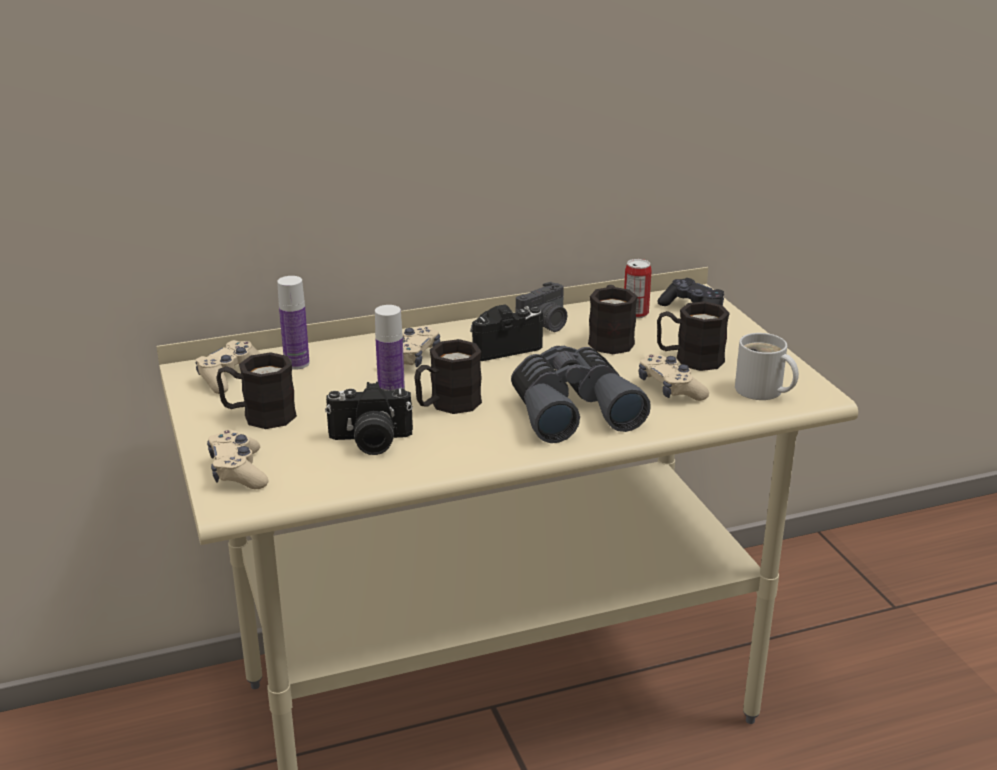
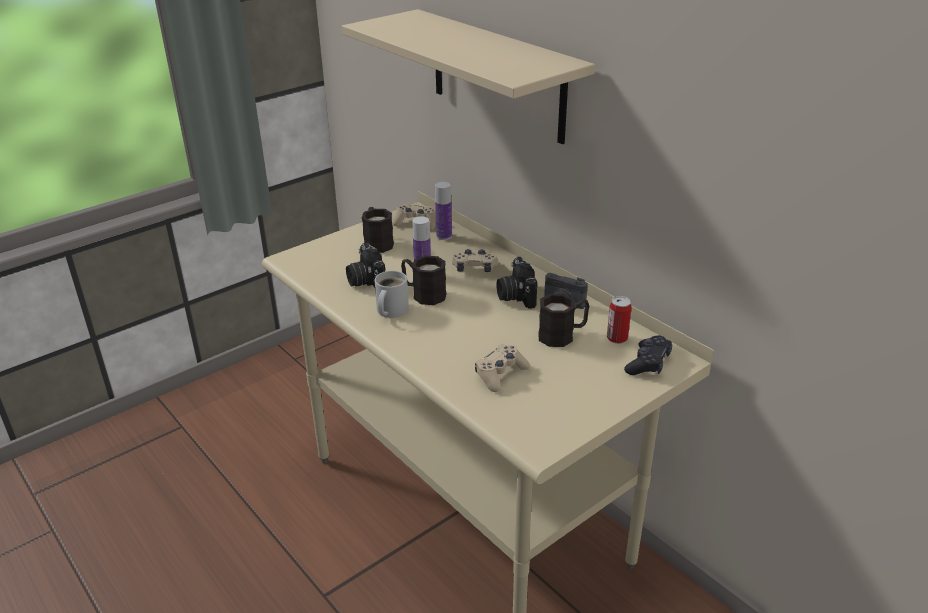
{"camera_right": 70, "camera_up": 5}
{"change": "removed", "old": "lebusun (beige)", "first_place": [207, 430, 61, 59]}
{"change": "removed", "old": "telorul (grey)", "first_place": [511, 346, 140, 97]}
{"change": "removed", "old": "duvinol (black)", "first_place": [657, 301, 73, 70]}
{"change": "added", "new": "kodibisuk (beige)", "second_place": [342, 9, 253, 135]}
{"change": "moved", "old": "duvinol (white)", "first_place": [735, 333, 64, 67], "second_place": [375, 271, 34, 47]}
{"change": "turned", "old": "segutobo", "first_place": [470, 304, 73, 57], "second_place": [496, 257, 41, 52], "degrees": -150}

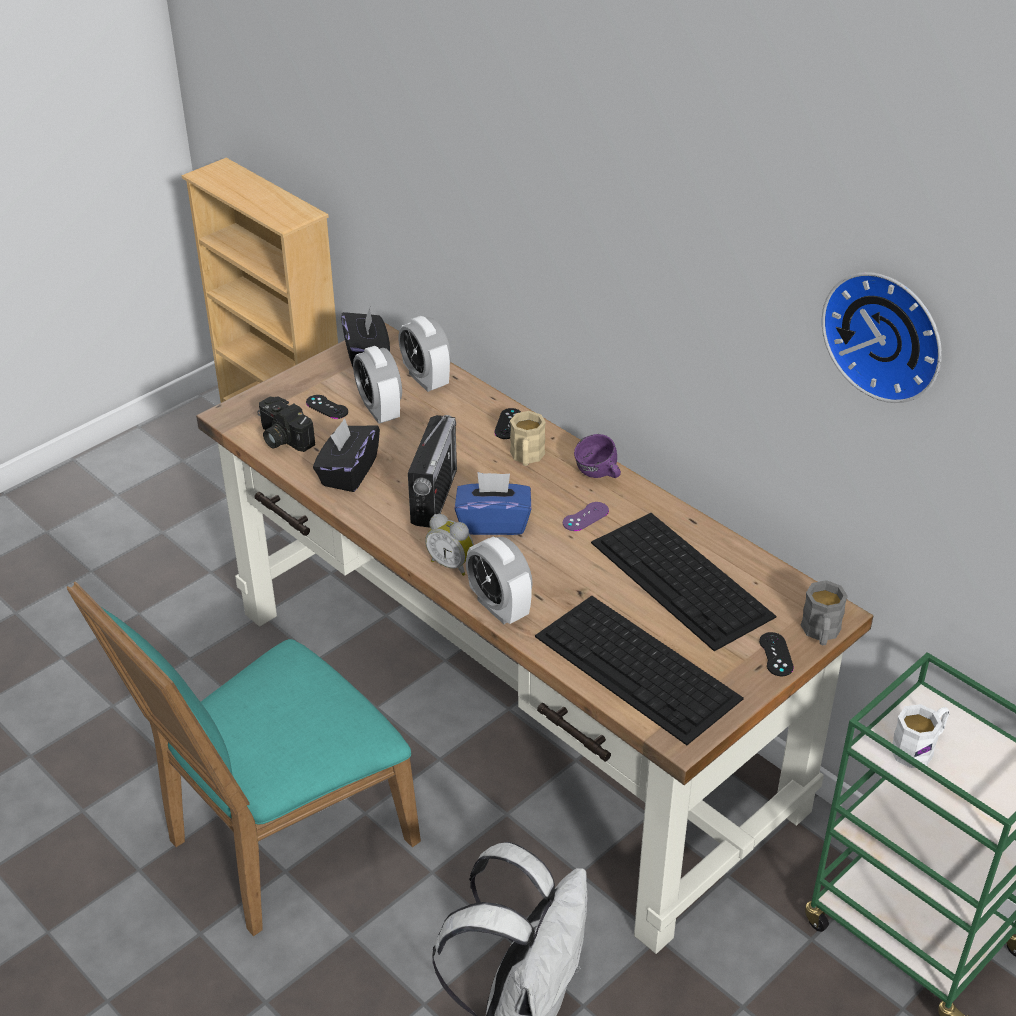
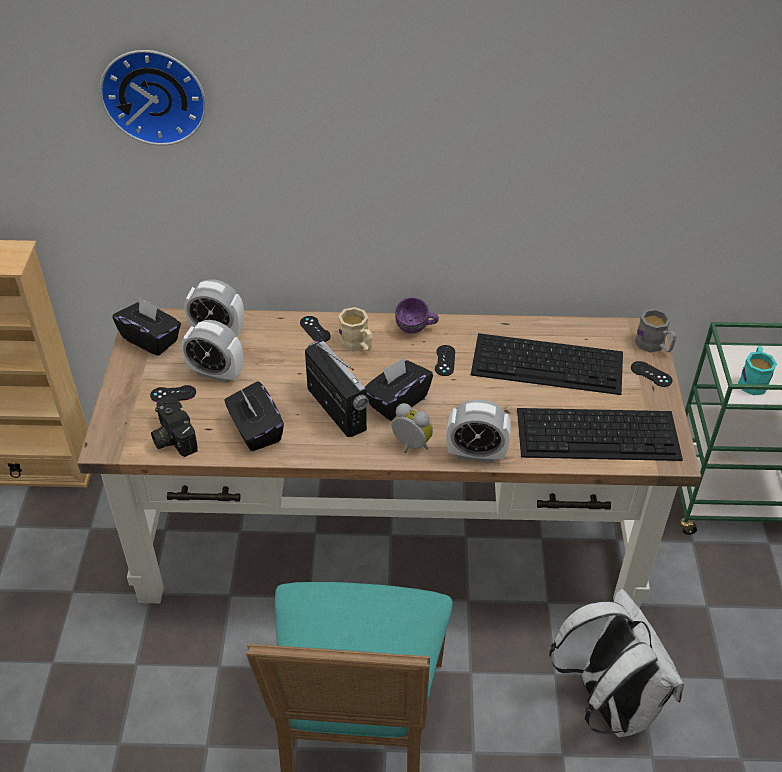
{"camera_right": -45, "camera_up": 5}
{"change": "moved", "old": "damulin", "first_place": [822, 272, 120, 131], "second_place": [100, 50, 106, 96]}
{"change": "recoloured", "old": "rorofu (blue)", "new": "rorofu (black)", "first_place": [455, 472, 76, 63], "second_place": [365, 357, 68, 64]}
{"change": "recoloured", "old": "lebusun (purple)", "new": "lebusun (black)", "first_place": [563, 502, 46, 29], "second_place": [435, 345, 20, 31]}
{"change": "recoloured", "old": "duvinol (white)", "new": "duvinol (turquoise)", "first_place": [892, 704, 57, 64], "second_place": [738, 346, 39, 49]}
{"change": "turned", "old": "segutobo", "first_place": [257, 396, 58, 56], "second_place": [151, 396, 47, 61], "degrees": 60}
{"change": "turned", "old": "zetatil", "first_place": [425, 514, 49, 62], "second_place": [392, 403, 41, 50], "degrees": -135}

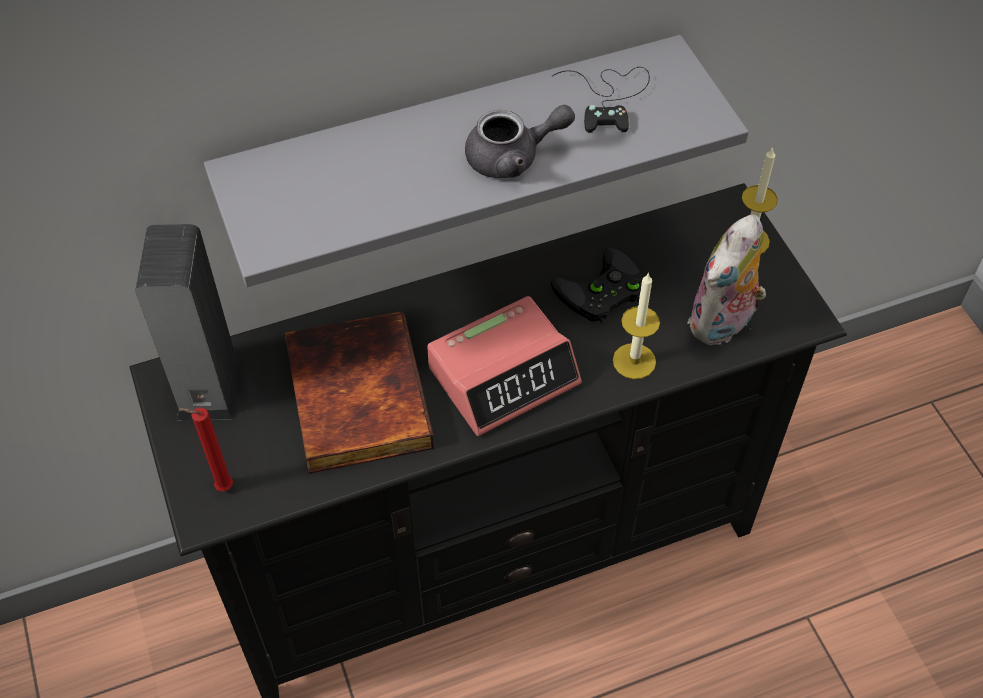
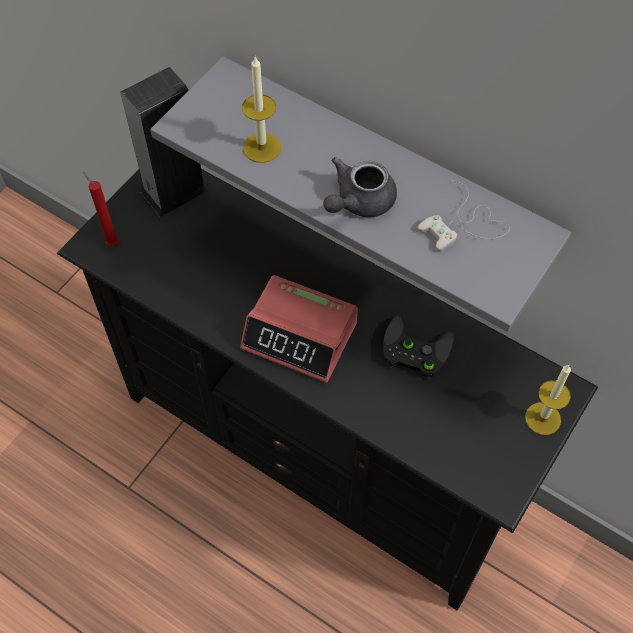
{"camera_right": 55, "camera_up": 5}
{"change": "removed", "old": "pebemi", "first_place": [285, 311, 149, 163]}
{"change": "removed", "old": "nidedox", "first_place": [688, 215, 78, 131]}
{"change": "moved", "old": "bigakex", "first_place": [613, 272, 47, 107], "second_place": [242, 56, 39, 107]}
{"change": "recoloured", "old": "lebusun (black)", "new": "lebusun (white)", "first_place": [551, 67, 99, 66], "second_place": [417, 180, 93, 71]}
{"change": "turned", "old": "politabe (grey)", "first_place": [465, 105, 110, 73], "second_place": [323, 157, 74, 60], "degrees": 90}

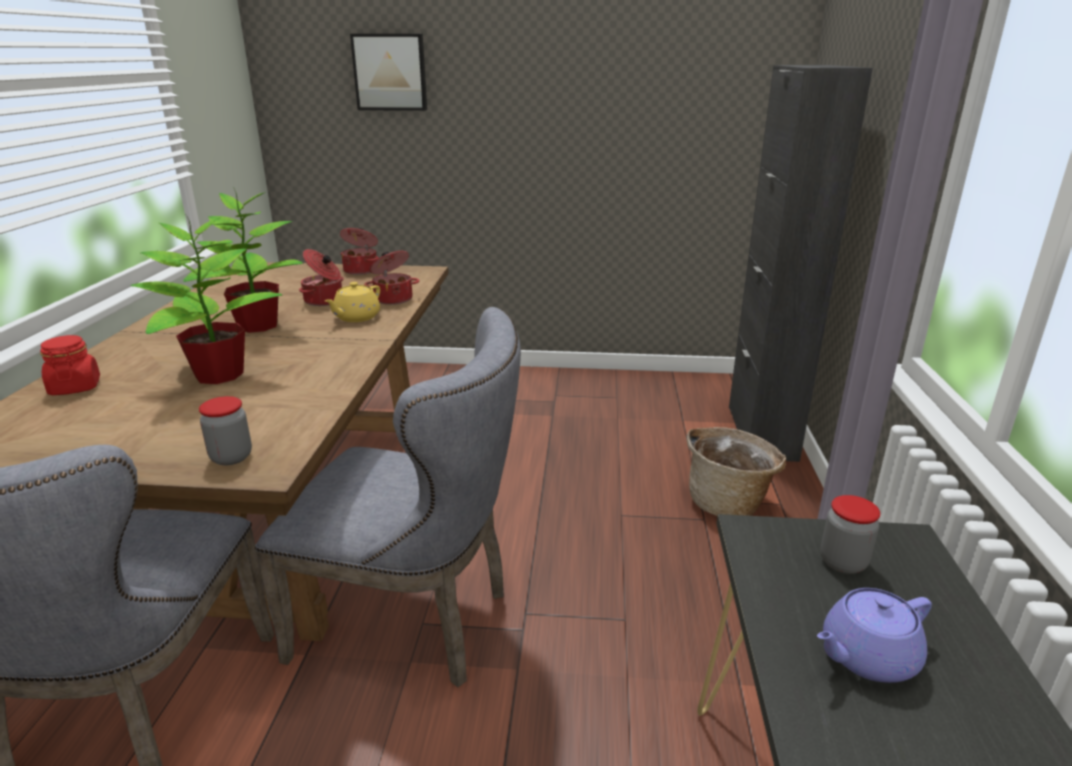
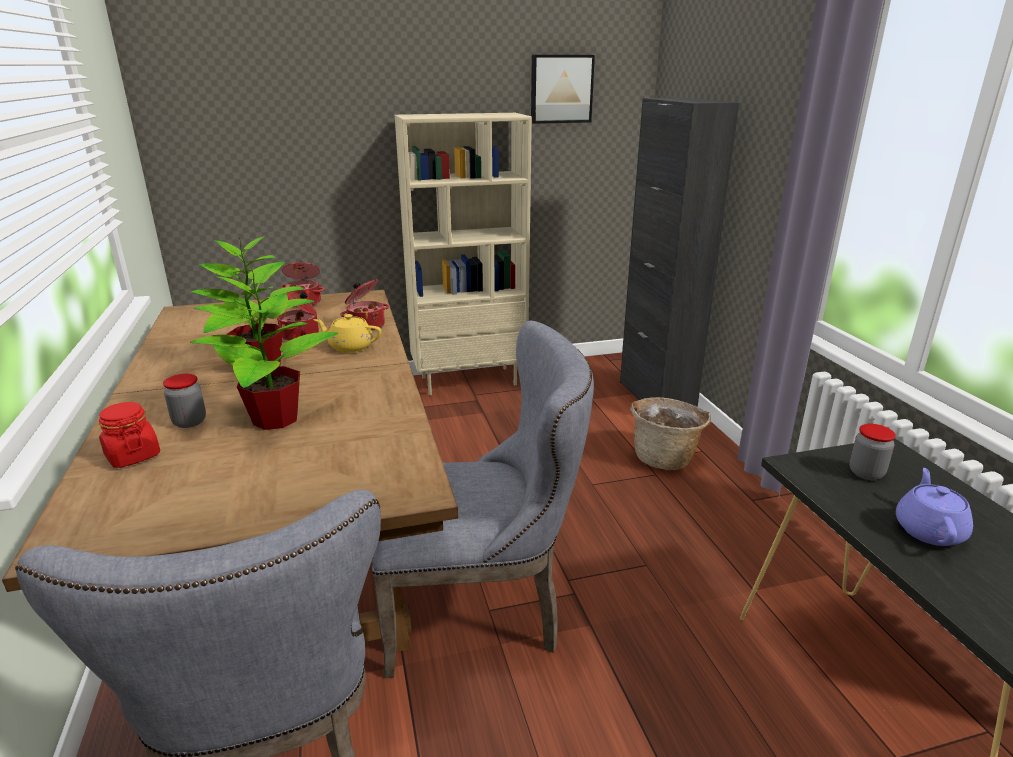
{"camera_right": -20, "camera_up": 0}
{"change": "added", "new": "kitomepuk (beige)", "second_place": [395, 113, 137, 282]}
{"change": "moved", "old": "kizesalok", "first_place": [199, 396, 53, 69], "second_place": [163, 374, 43, 54]}
{"change": "moved", "old": "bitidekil", "first_place": [350, 34, 77, 77], "second_place": [531, 55, 64, 69]}
{"change": "turned", "old": "politabe (yellow)", "first_place": [325, 282, 55, 40], "second_place": [313, 314, 69, 39], "degrees": 90}
{"change": "turned", "old": "politabe (purple)", "first_place": [817, 588, 115, 95], "second_place": [896, 468, 77, 78], "degrees": 150}

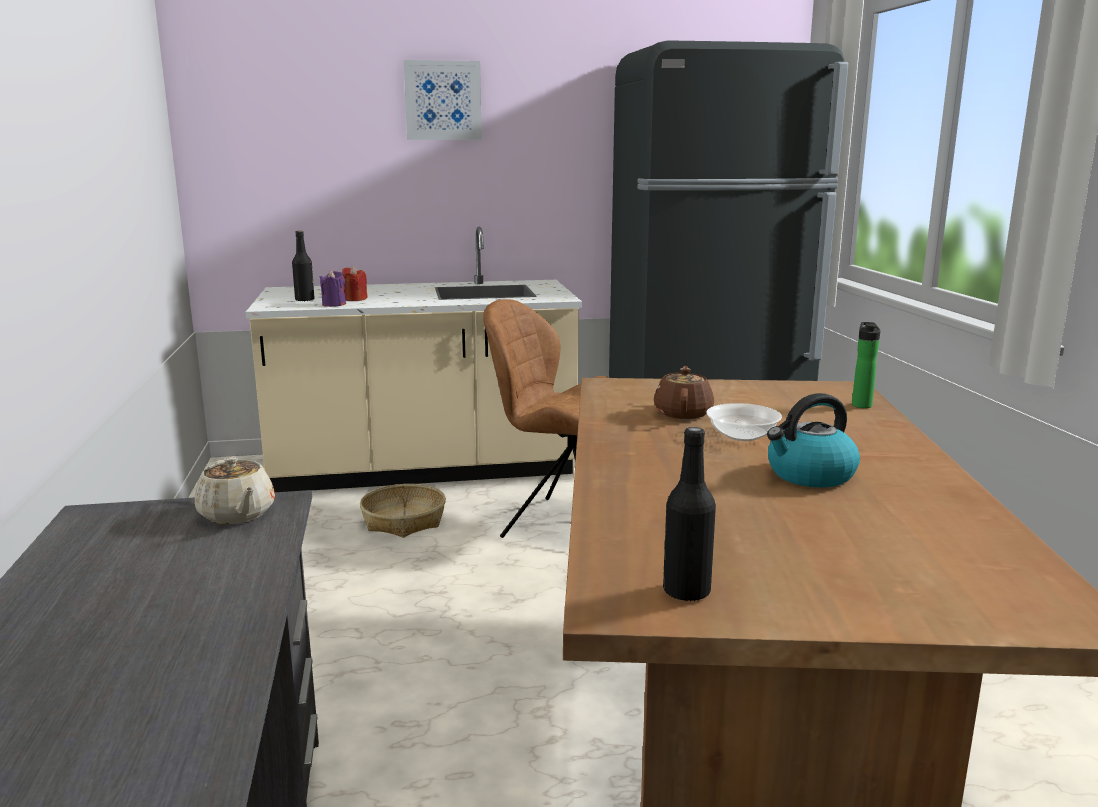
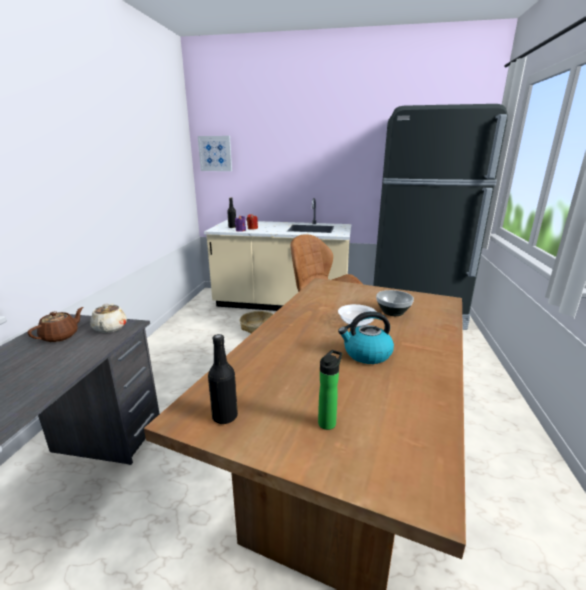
{"camera_right": 20, "camera_up": 5}
{"change": "added", "new": "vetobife", "second_place": [376, 290, 38, 26]}
{"change": "moved", "old": "bitidekil", "first_place": [404, 60, 78, 80], "second_place": [198, 136, 34, 35]}
{"change": "moved", "old": "politabe (brown)", "first_place": [654, 366, 60, 53], "second_place": [27, 307, 56, 35]}
{"change": "moved", "old": "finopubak", "first_place": [852, 322, 28, 86], "second_place": [318, 350, 24, 80]}

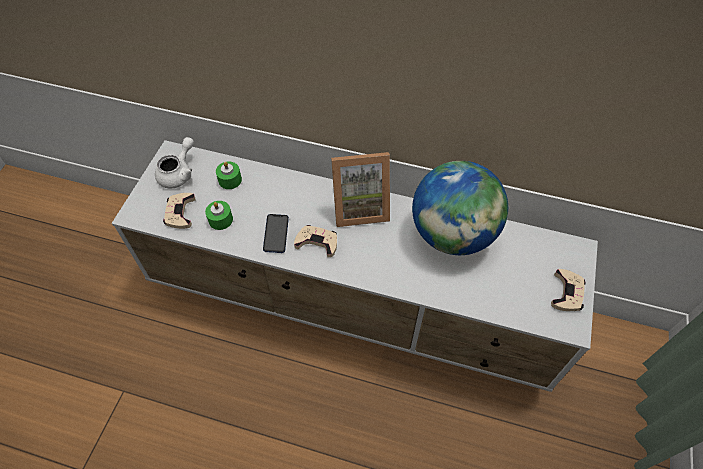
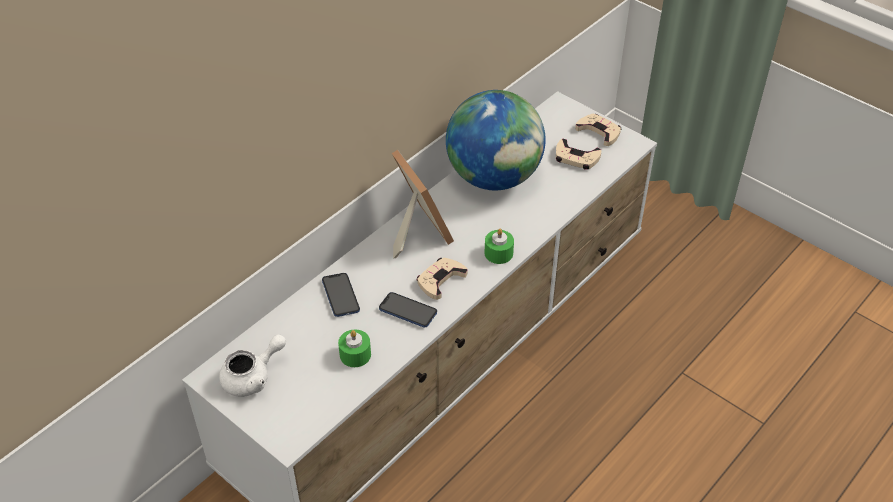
{"camera_right": -65, "camera_up": -10}
{"change": "added", "new": "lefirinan", "second_place": [322, 273, 38, 44]}
{"change": "moved", "old": "lebusun (beige)", "first_place": [163, 193, 33, 36], "second_place": [556, 139, 45, 31]}
{"change": "moved", "old": "bigakex (green)", "first_place": [216, 162, 26, 27], "second_place": [485, 229, 29, 35]}
{"change": "turned", "old": "politabe (white)", "first_place": [155, 137, 39, 52], "second_place": [219, 334, 67, 63], "degrees": 90}
{"change": "turned", "old": "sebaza", "first_place": [331, 152, 59, 75], "second_place": [392, 150, 62, 108], "degrees": -45}

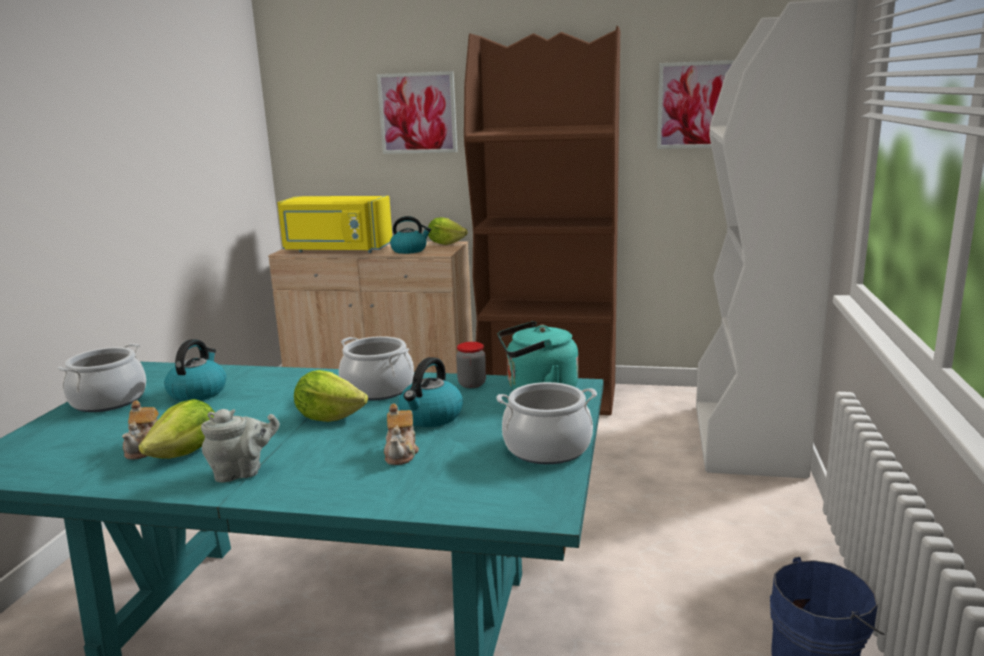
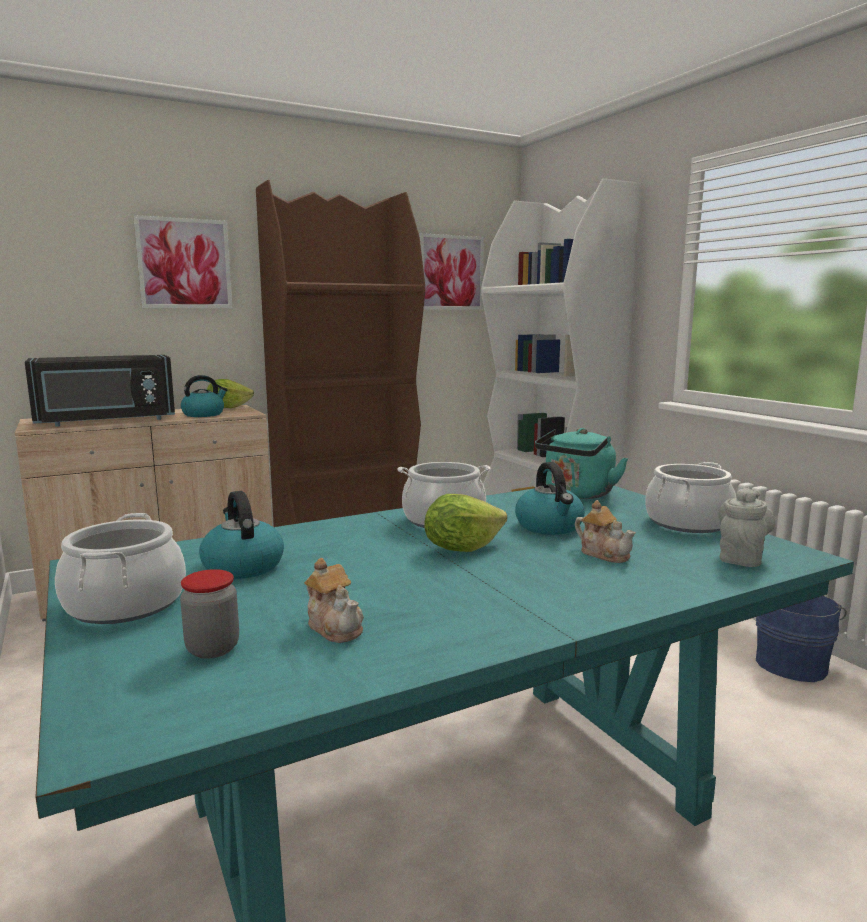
{"camera_right": -40, "camera_up": -5}
{"change": "removed", "old": "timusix", "first_place": [138, 399, 77, 60]}
{"change": "moved", "old": "politabe (grey)", "first_place": [201, 409, 79, 73], "second_place": [719, 488, 56, 79]}
{"change": "moved", "old": "kizesalok", "first_place": [456, 342, 30, 46], "second_place": [180, 569, 59, 90]}
{"change": "recoloured", "old": "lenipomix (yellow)", "new": "lenipomix (black)", "first_place": [277, 196, 115, 57], "second_place": [25, 355, 150, 72]}

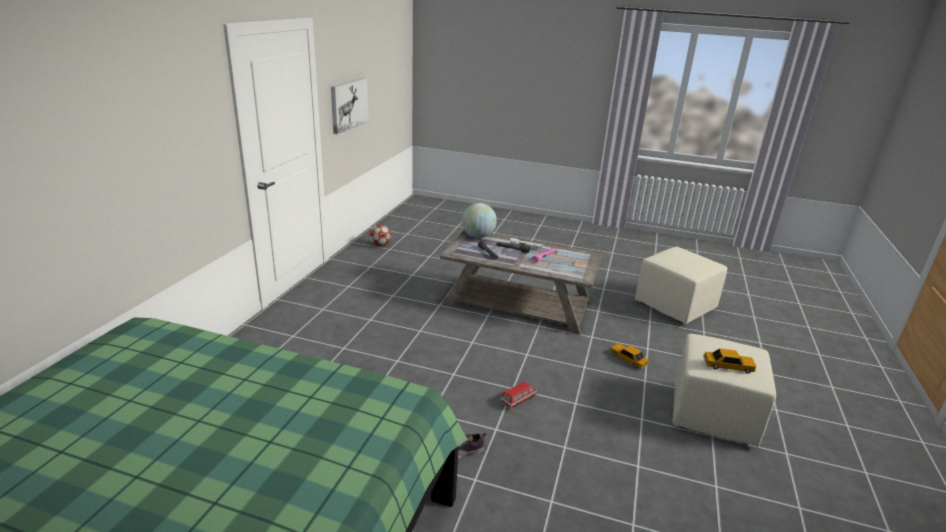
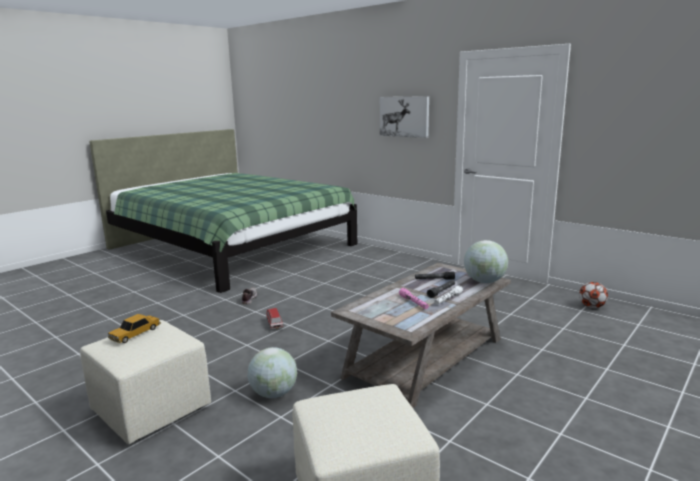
{"camera_right": 115, "camera_up": -10}
{"change": "moved", "old": "bitidekil", "first_place": [331, 78, 37, 57], "second_place": [380, 96, 49, 42]}
{"change": "replaced", "old": "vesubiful", "new": "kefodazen", "first_place": [610, 343, 40, 26], "second_place": [248, 347, 49, 51]}

